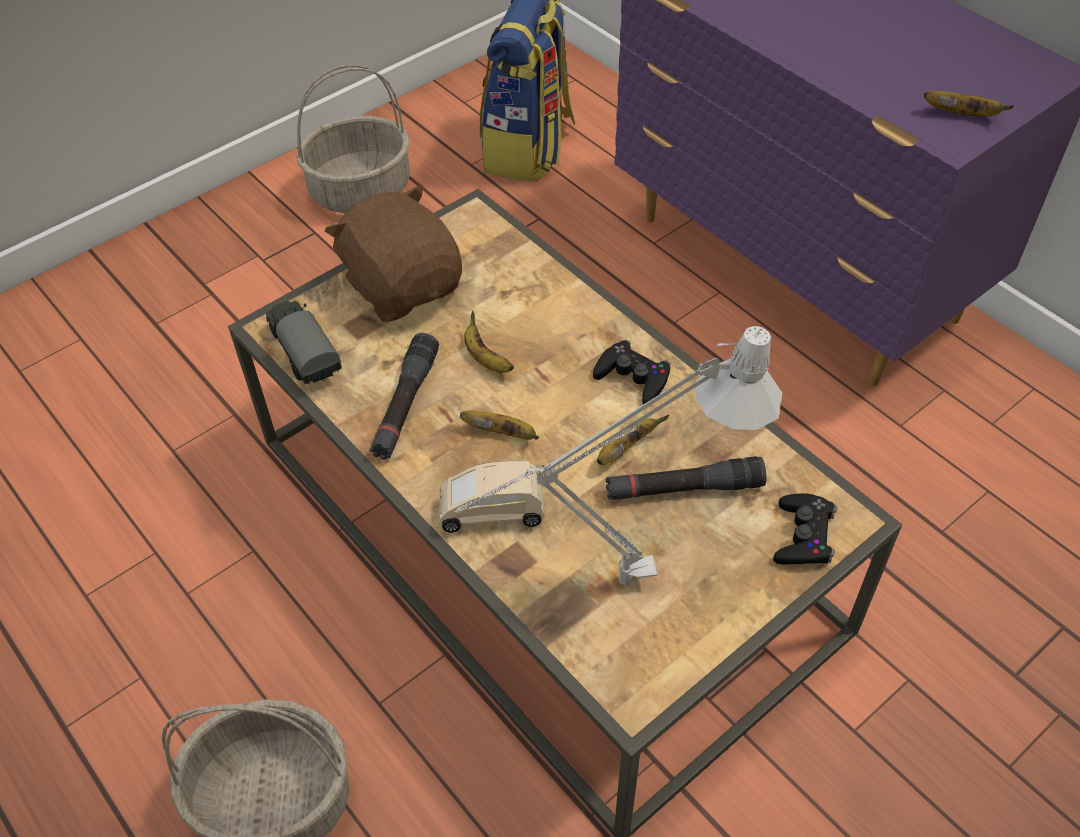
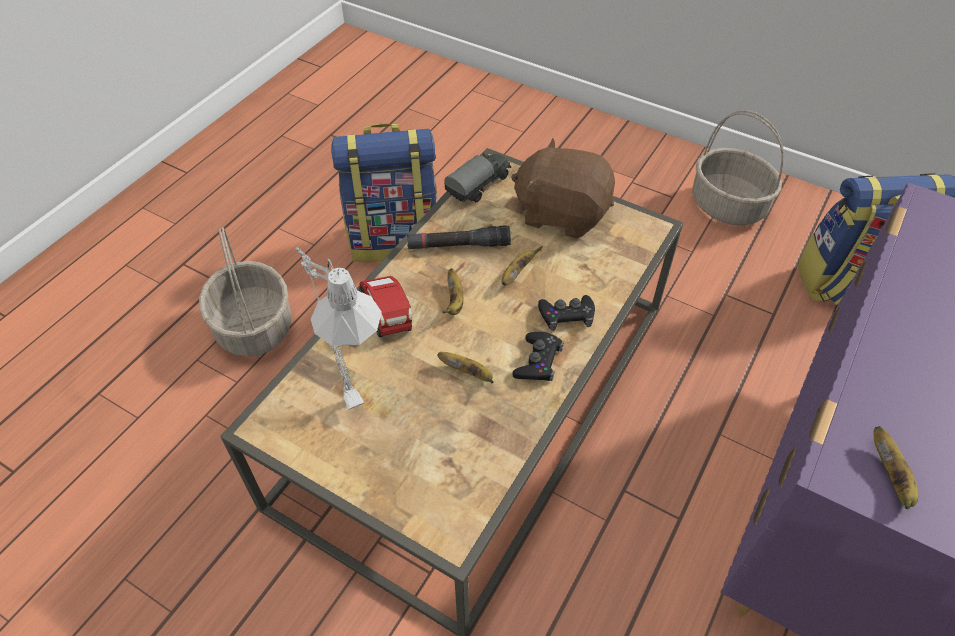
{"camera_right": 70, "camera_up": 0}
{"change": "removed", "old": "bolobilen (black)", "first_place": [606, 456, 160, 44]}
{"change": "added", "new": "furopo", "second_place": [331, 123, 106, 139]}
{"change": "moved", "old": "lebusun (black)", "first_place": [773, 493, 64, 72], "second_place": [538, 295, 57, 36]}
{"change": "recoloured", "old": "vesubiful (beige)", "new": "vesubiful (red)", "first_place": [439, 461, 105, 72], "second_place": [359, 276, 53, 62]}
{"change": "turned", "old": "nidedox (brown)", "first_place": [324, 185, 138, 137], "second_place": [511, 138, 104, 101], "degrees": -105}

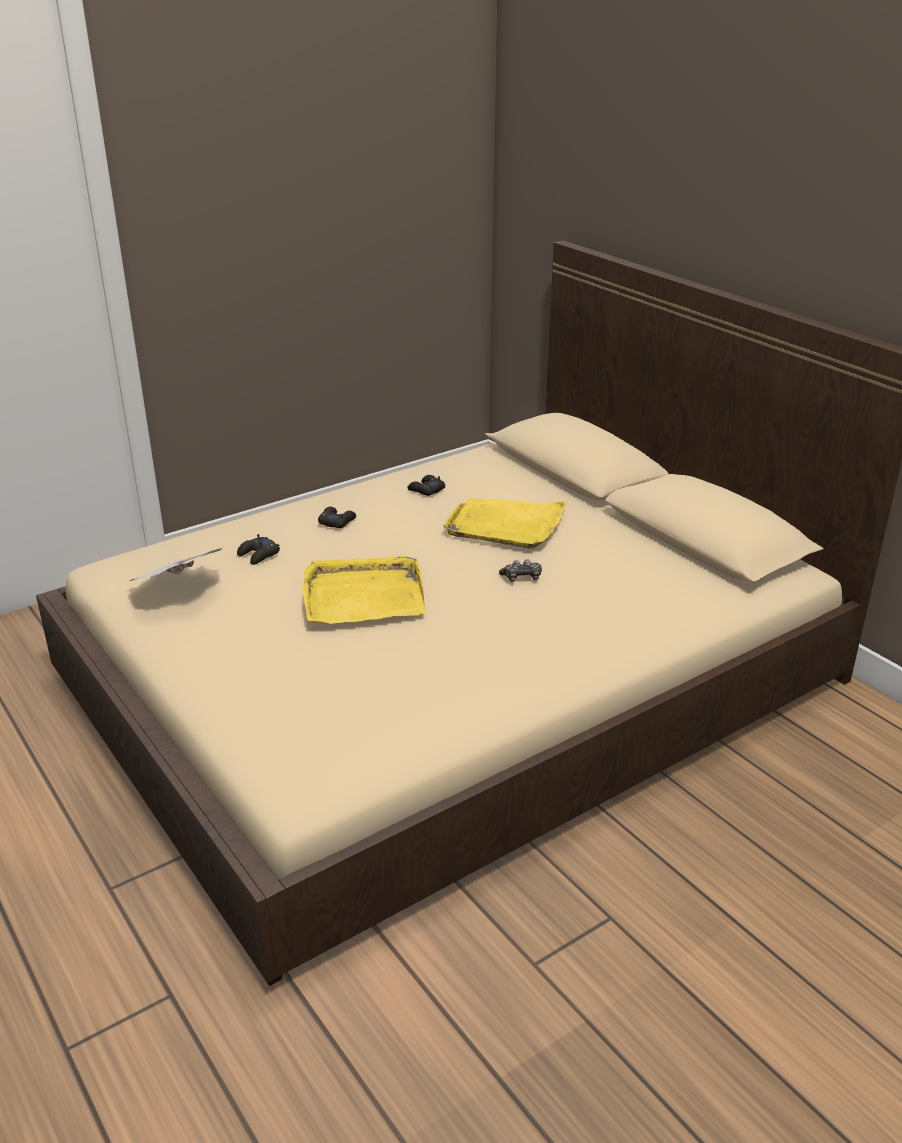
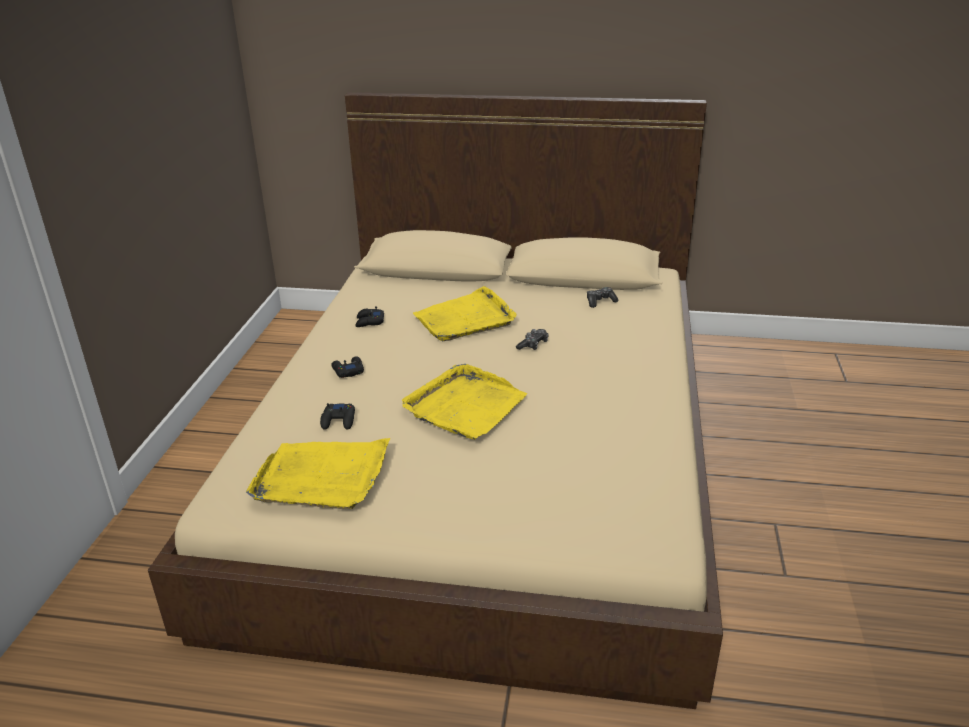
{"camera_right": -45, "camera_up": 0}
{"change": "added", "new": "lebusun", "second_place": [587, 287, 32, 21]}
{"change": "replaced", "old": "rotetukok", "new": "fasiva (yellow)", "first_place": [127, 548, 95, 34], "second_place": [246, 438, 144, 71]}

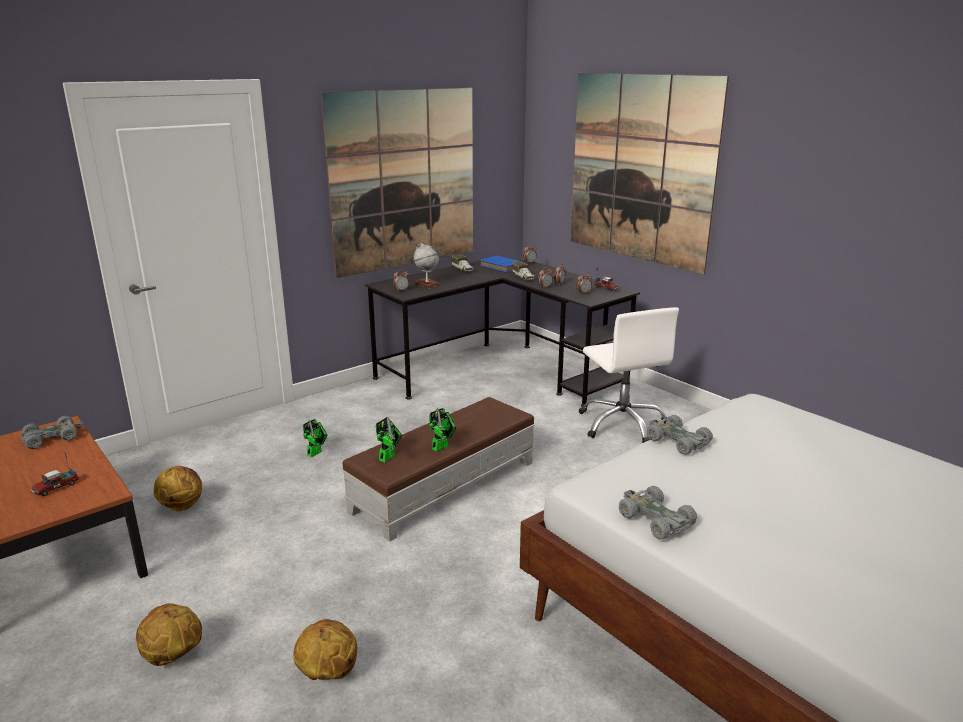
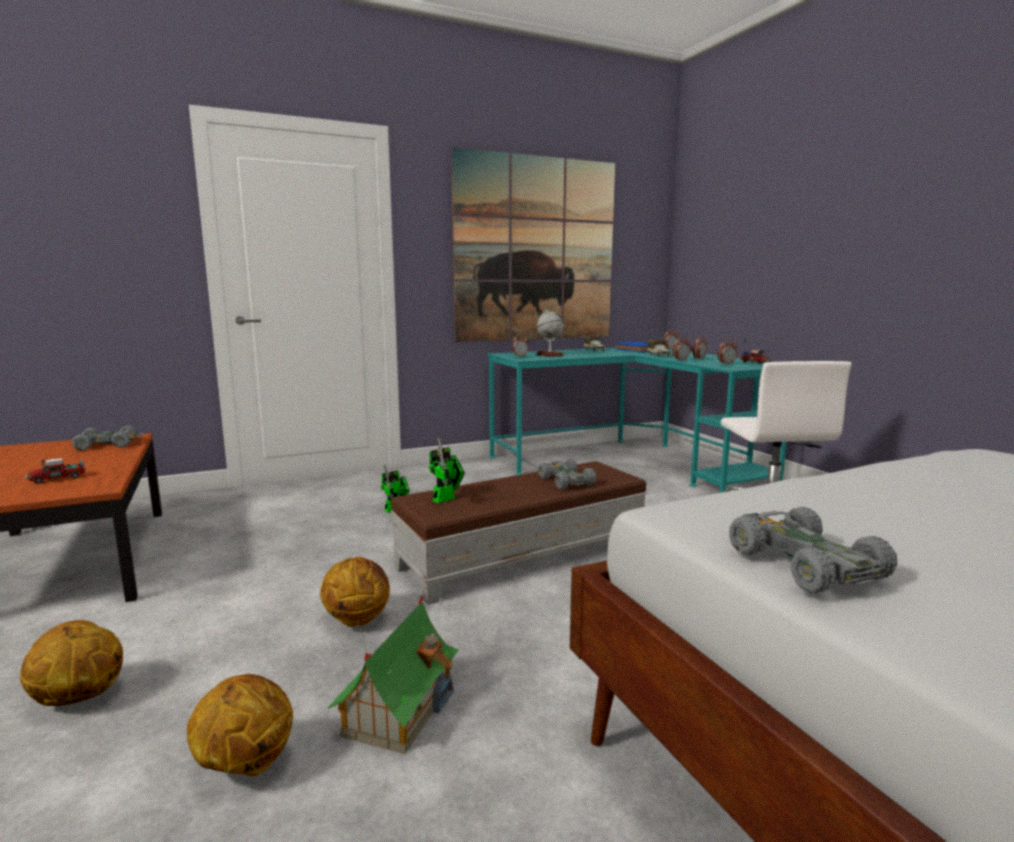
{"camera_right": 15, "camera_up": -10}
{"change": "removed", "old": "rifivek", "first_place": [429, 408, 28, 44]}
{"change": "removed", "old": "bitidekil", "first_place": [571, 73, 158, 201]}
{"change": "added", "new": "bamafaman", "second_place": [328, 595, 131, 159]}
{"change": "moved", "old": "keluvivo", "first_place": [153, 466, 49, 46], "second_place": [320, 557, 70, 70]}
{"change": "moved", "old": "vesubiful (grey)", "first_place": [647, 415, 66, 40], "second_place": [538, 459, 58, 30]}
{"change": "recoloured", "old": "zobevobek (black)", "new": "zobevobek (turquoise)", "first_place": [365, 260, 275, 147], "second_place": [487, 348, 300, 145]}

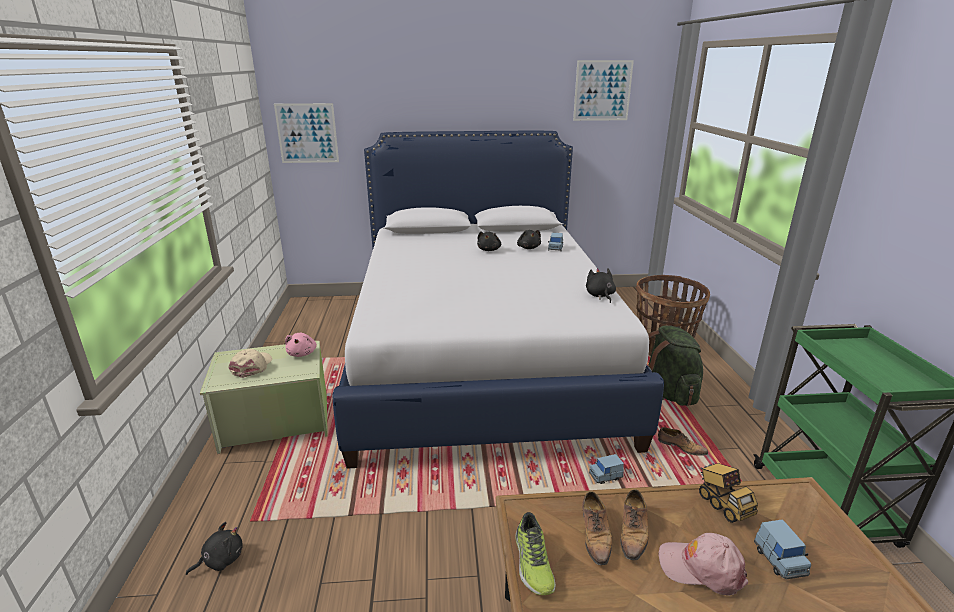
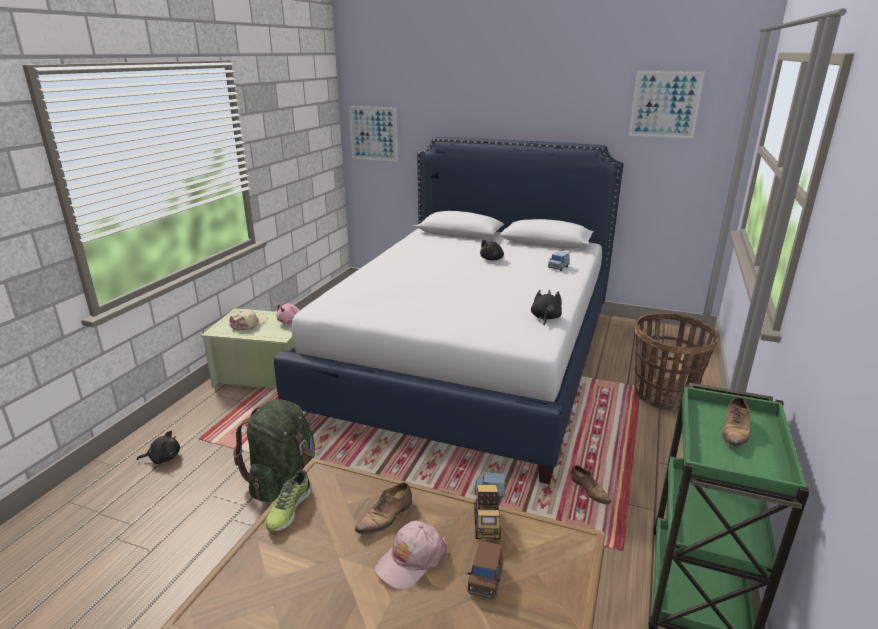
{"camera_right": 25, "camera_up": 0}
{"change": "removed", "old": "nidedox (black)", "first_place": [517, 230, 24, 19]}
{"change": "moved", "old": "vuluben", "first_place": [582, 491, 30, 77], "second_place": [722, 397, 29, 50]}
{"change": "moved", "old": "furopo (green)", "first_place": [648, 326, 55, 80], "second_place": [233, 399, 82, 103]}
{"change": "recoloured", "old": "vesubiful (blue)", "new": "vesubiful (brown)", "first_place": [754, 520, 57, 59], "second_place": [467, 541, 36, 58]}
{"change": "turned", "old": "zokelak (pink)", "first_place": [658, 533, 90, 63], "second_place": [375, 521, 72, 69], "degrees": -90}

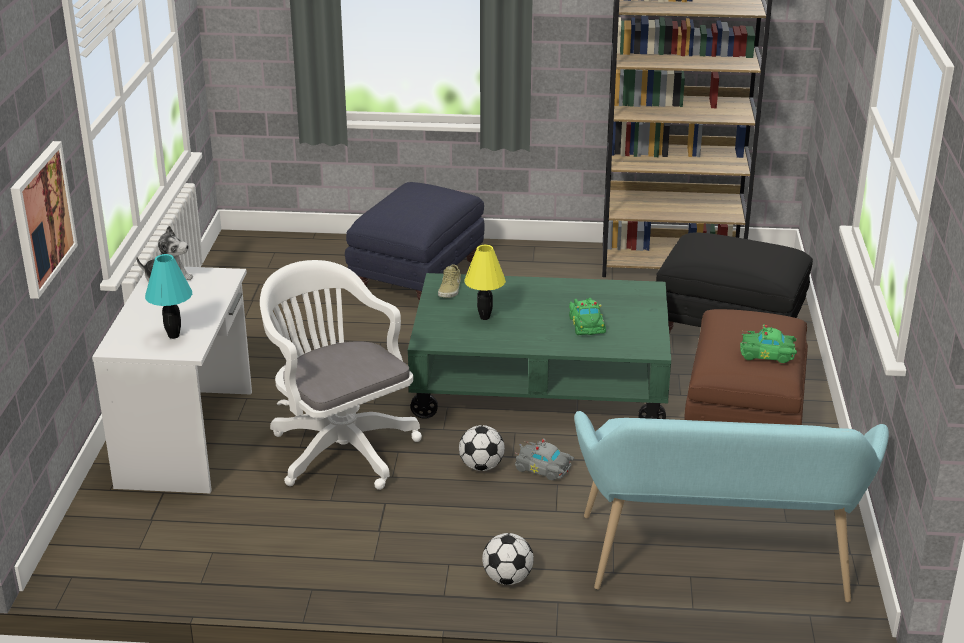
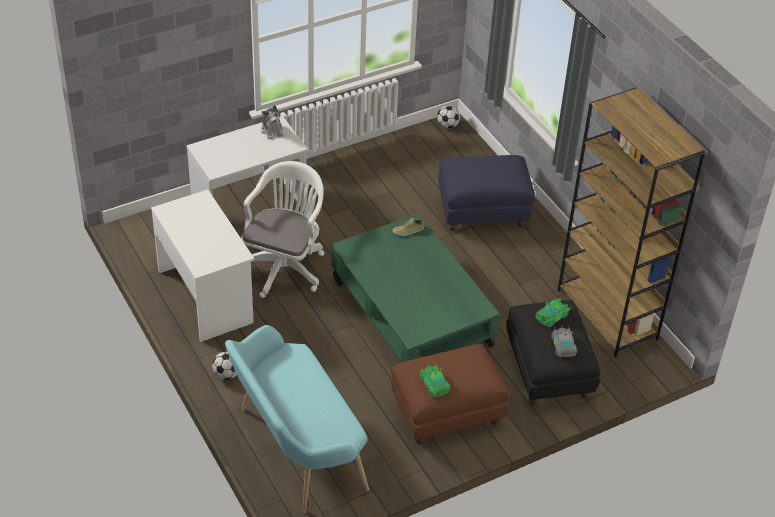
{"camera_right": 55, "camera_up": 15}
{"change": "removed", "old": "bitidekil", "first_place": [10, 141, 68, 158]}
{"change": "removed", "old": "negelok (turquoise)", "first_place": [145, 254, 47, 85]}
{"change": "removed", "old": "negelok (yellow)", "first_place": [464, 245, 42, 75]}
{"change": "added", "new": "zobevobek (white)", "second_place": [151, 189, 103, 153]}
{"change": "moved", "old": "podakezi", "first_place": [459, 425, 46, 46], "second_place": [437, 105, 23, 24]}
{"change": "moved", "old": "vesubiful (grey)", "first_place": [515, 438, 59, 42], "second_place": [551, 325, 26, 32]}
{"change": "moved", "old": "vesubiful (green)", "first_place": [569, 298, 37, 37], "second_place": [535, 298, 36, 30]}

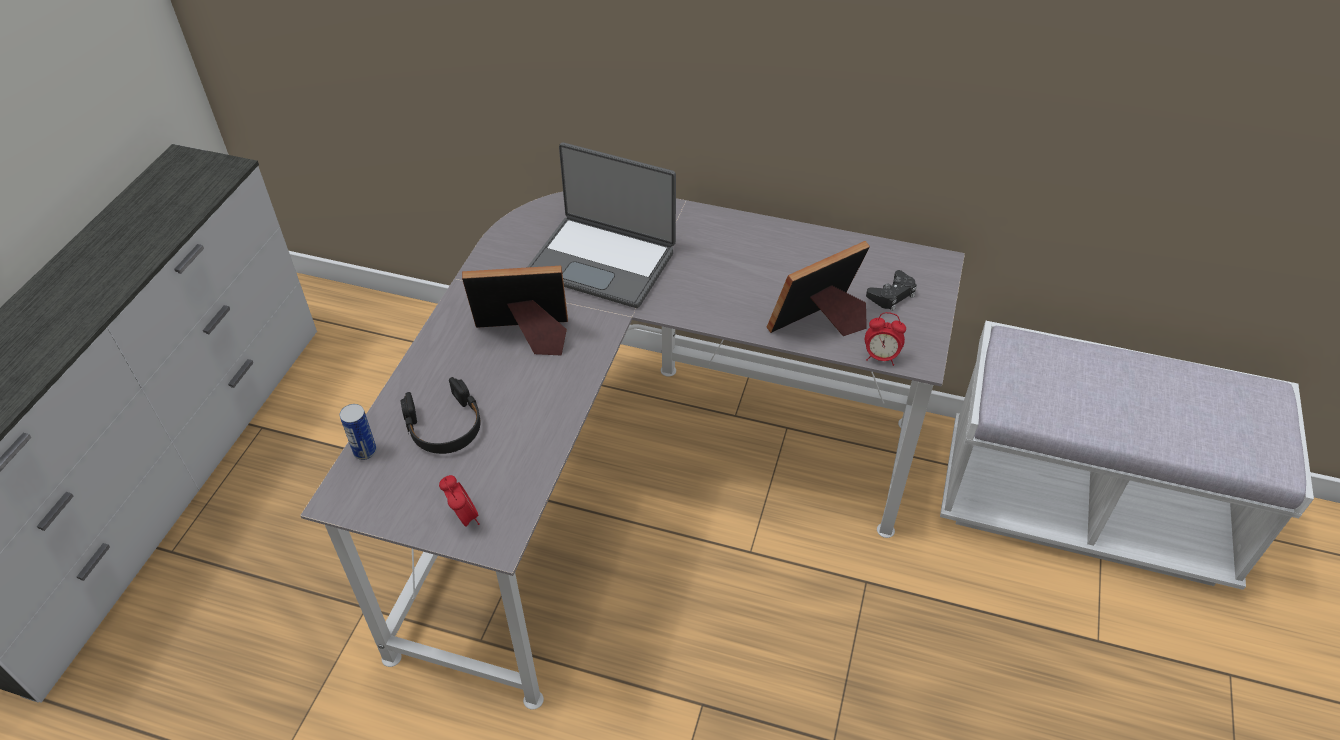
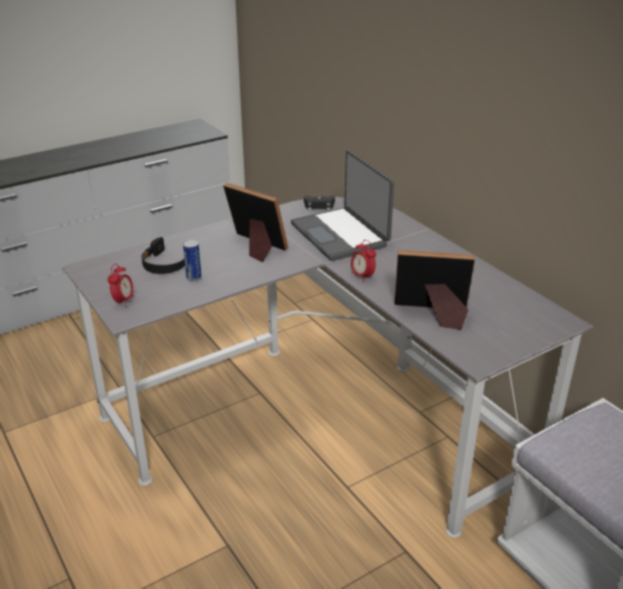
{"camera_right": 40, "camera_up": -15}
{"change": "moved", "old": "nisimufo", "first_place": [339, 404, 38, 56], "second_place": [183, 240, 19, 42]}
{"change": "moved", "old": "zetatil", "first_place": [865, 312, 41, 54], "second_place": [351, 240, 25, 42]}
{"change": "moved", "old": "lebusun (black)", "first_place": [866, 270, 51, 41], "second_place": [304, 195, 31, 16]}

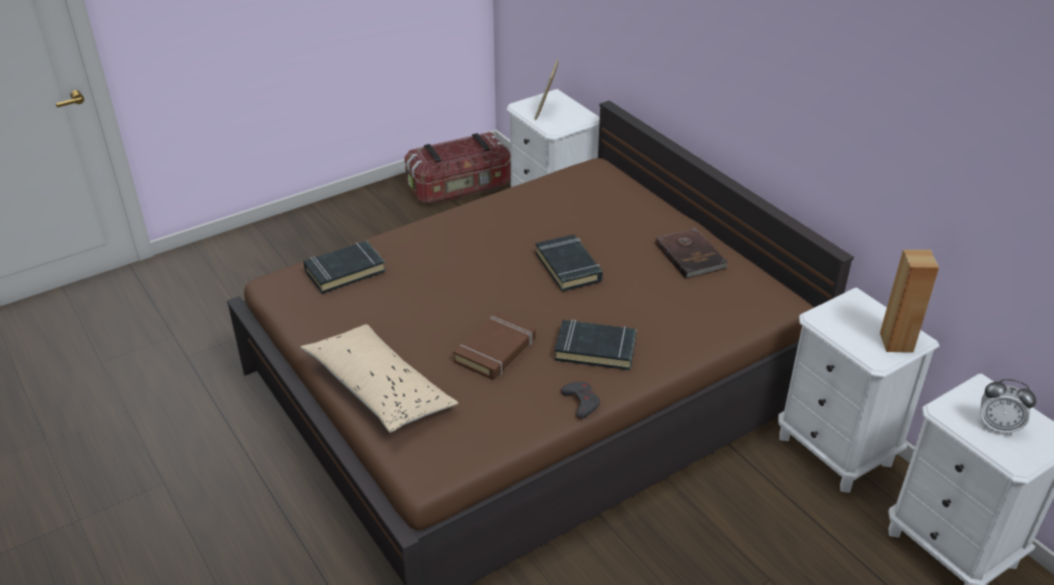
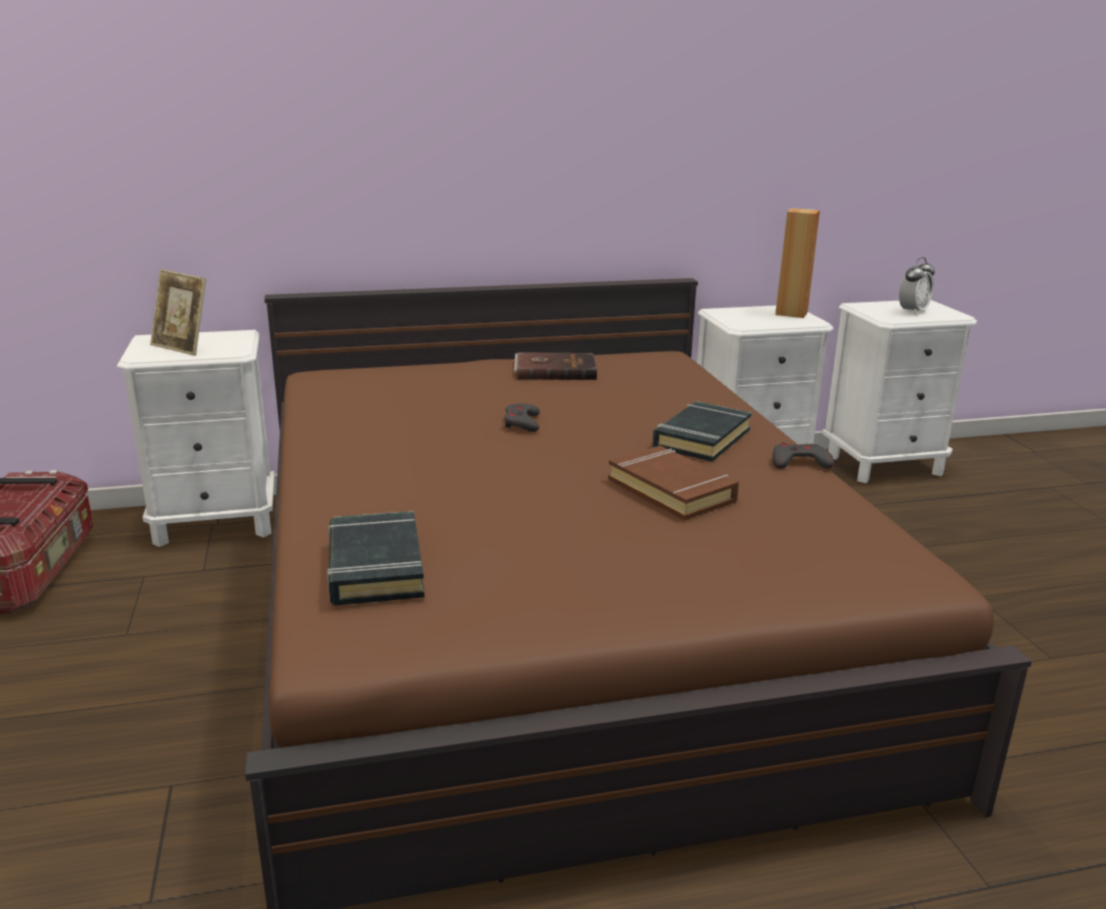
{"camera_right": -70, "camera_up": -15}
{"change": "removed", "old": "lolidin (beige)", "first_place": [300, 324, 158, 109]}
{"change": "replaced", "old": "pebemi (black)", "new": "lebusun (grey)", "first_place": [535, 234, 68, 58], "second_place": [504, 404, 36, 28]}

